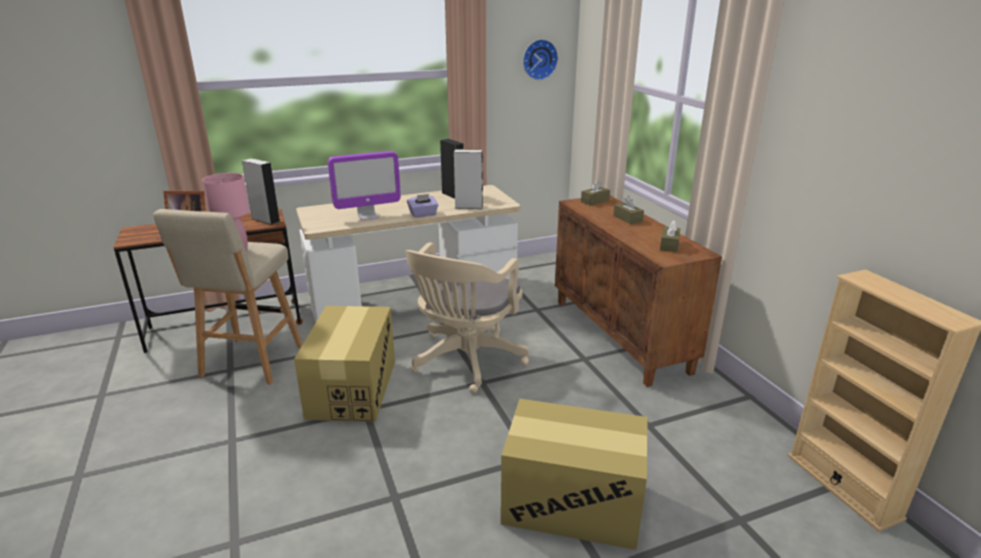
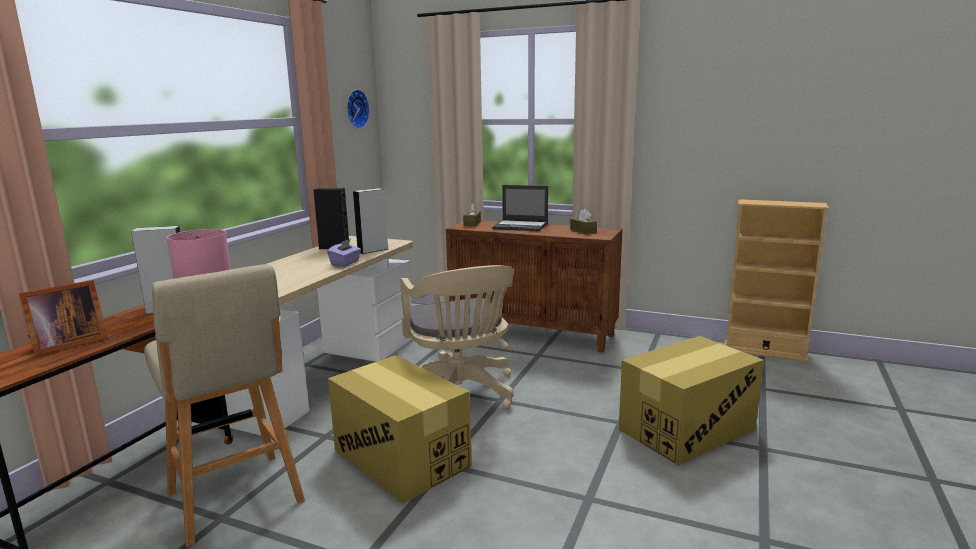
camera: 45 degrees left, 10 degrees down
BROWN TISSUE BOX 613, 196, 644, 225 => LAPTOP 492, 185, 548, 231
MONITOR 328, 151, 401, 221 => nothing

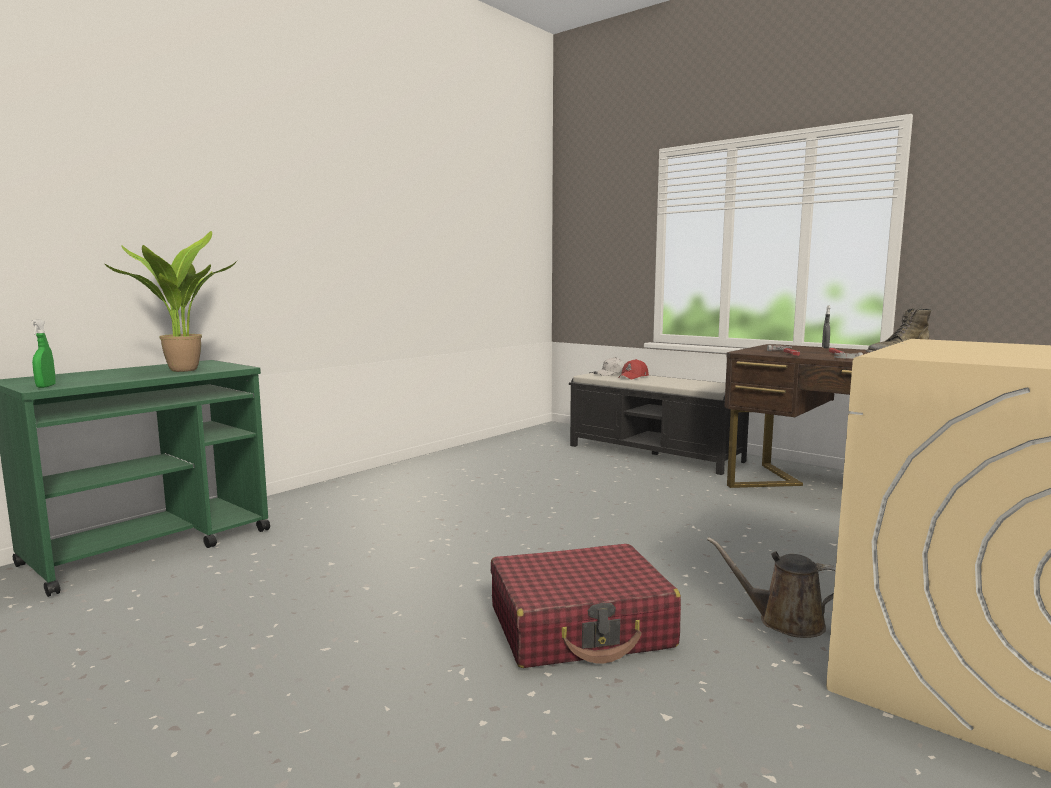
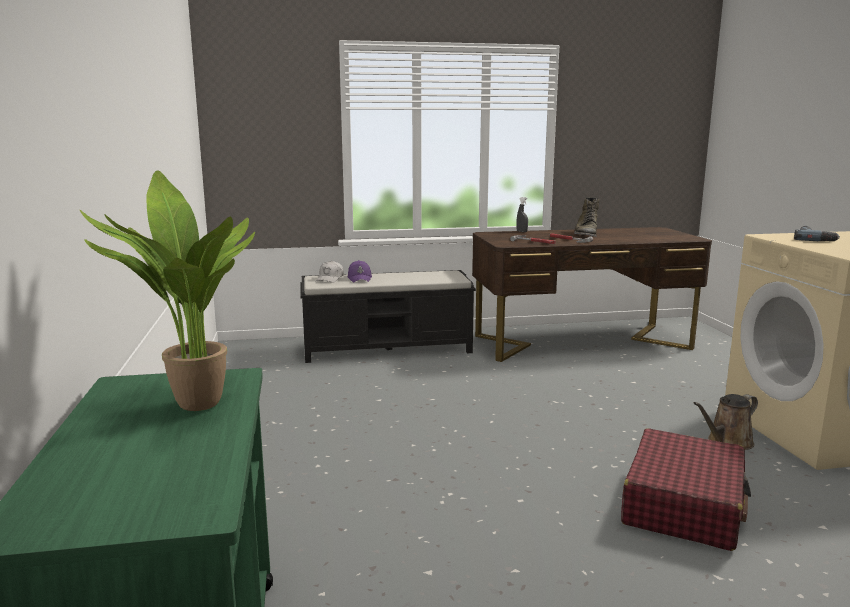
camera: 50 degrees left, 5 degrees up
RED CAP 619, 359, 649, 379 => PURPLE CAP 348, 260, 372, 283
nothing => ELECTRIC DRILL 794, 226, 840, 241
GREENISH SPRAYER 31, 319, 56, 388 => nothing

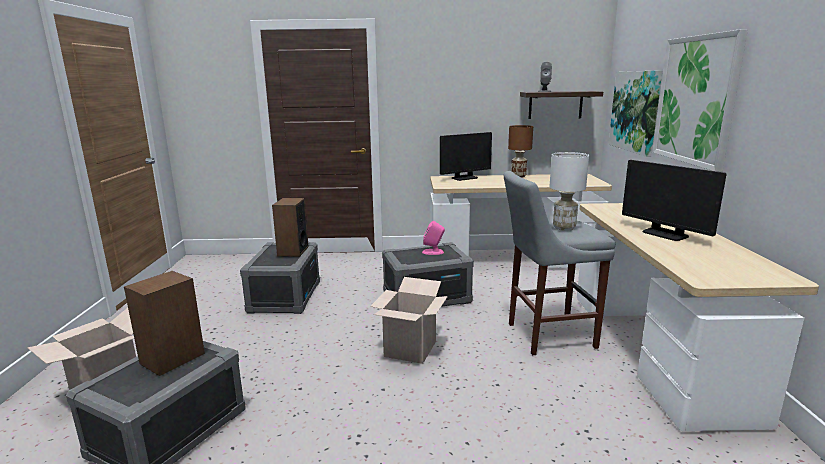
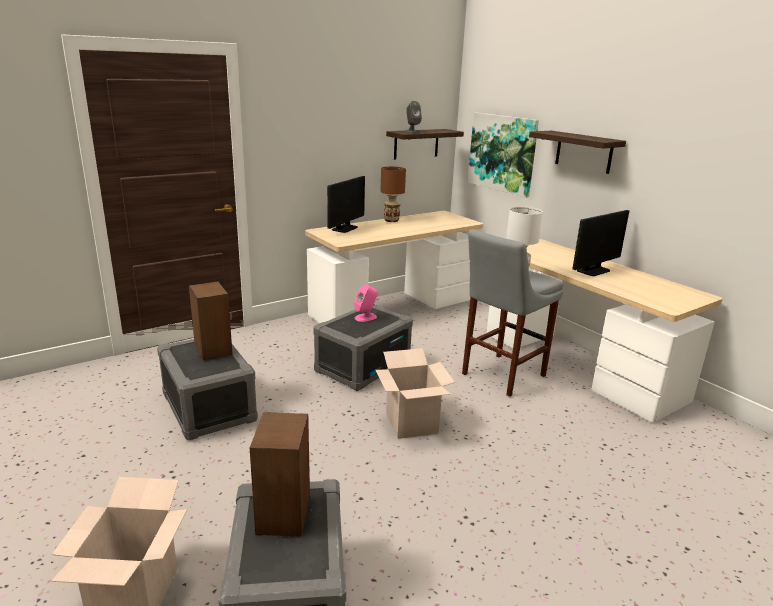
camera: 35 degrees left, 5 degrees up
PICTURE 653, 29, 748, 172 => WALL SHELF 529, 131, 626, 174
MONITOR 622, 160, 726, 241 => MONITOR 572, 210, 629, 276, 60 degrees counterclockwise

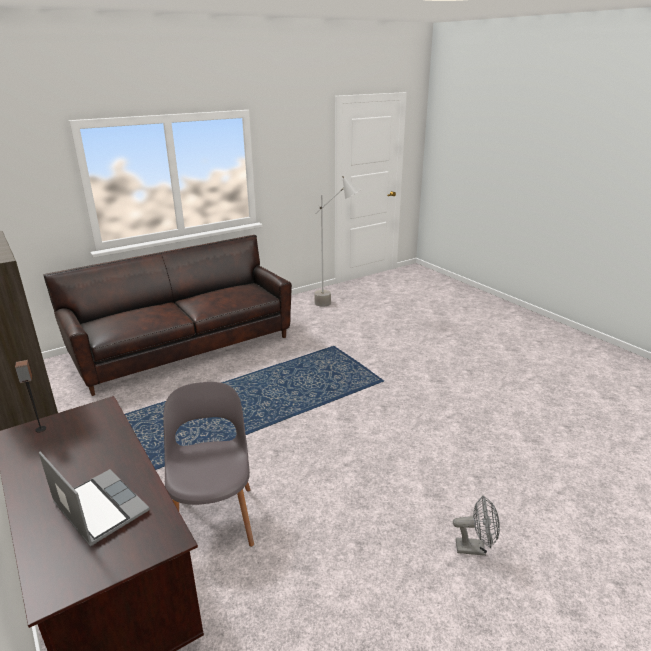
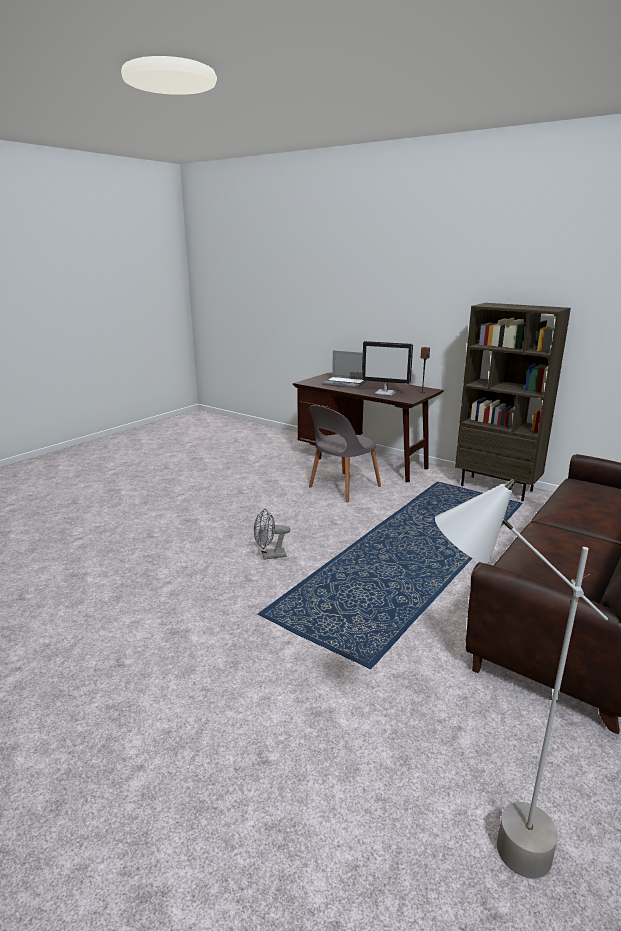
camera: 160 degrees right, 5 degrees down
GREY FAN 453, 496, 500, 556 => GREY FAN 254, 508, 290, 560, relocated
GREY PLAIN CHAIR 163, 382, 254, 547 => GREY PLAIN CHAIR 309, 405, 381, 502, 75 degrees clockwise
nothing => MONITOR 362, 341, 413, 396

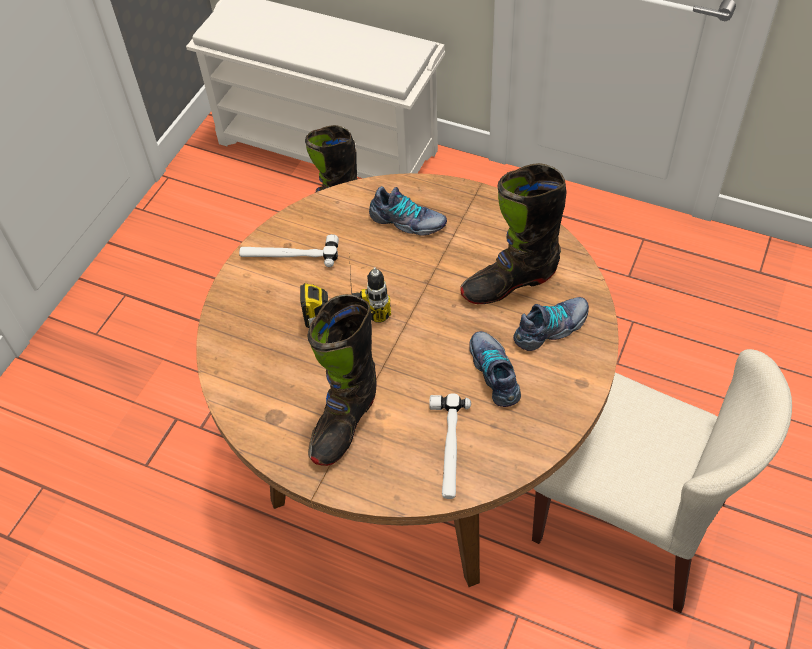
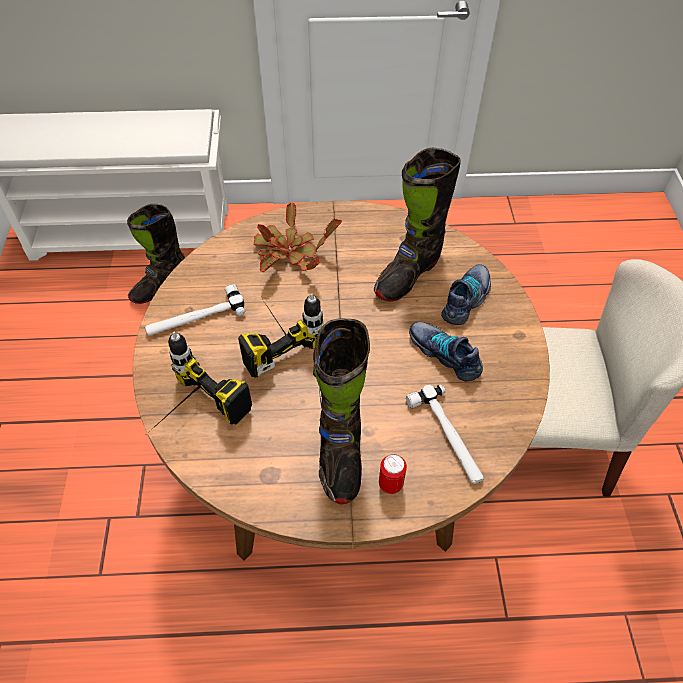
camera: 30 degrees left, 0 degrees up
nothing => ELECTRIC DRILL 150, 332, 252, 431
LOW SHOE 369, 186, 447, 235 => POTTED PLANT 254, 202, 342, 272
nothing => SEALED CAN 379, 454, 407, 494

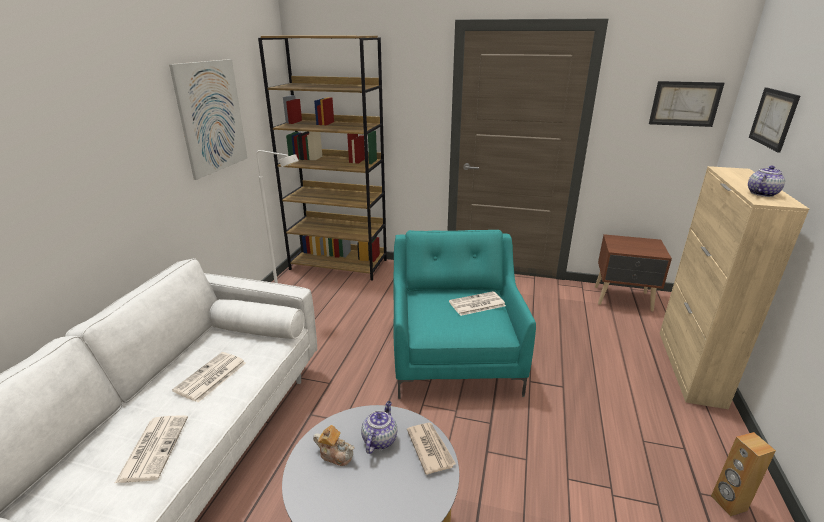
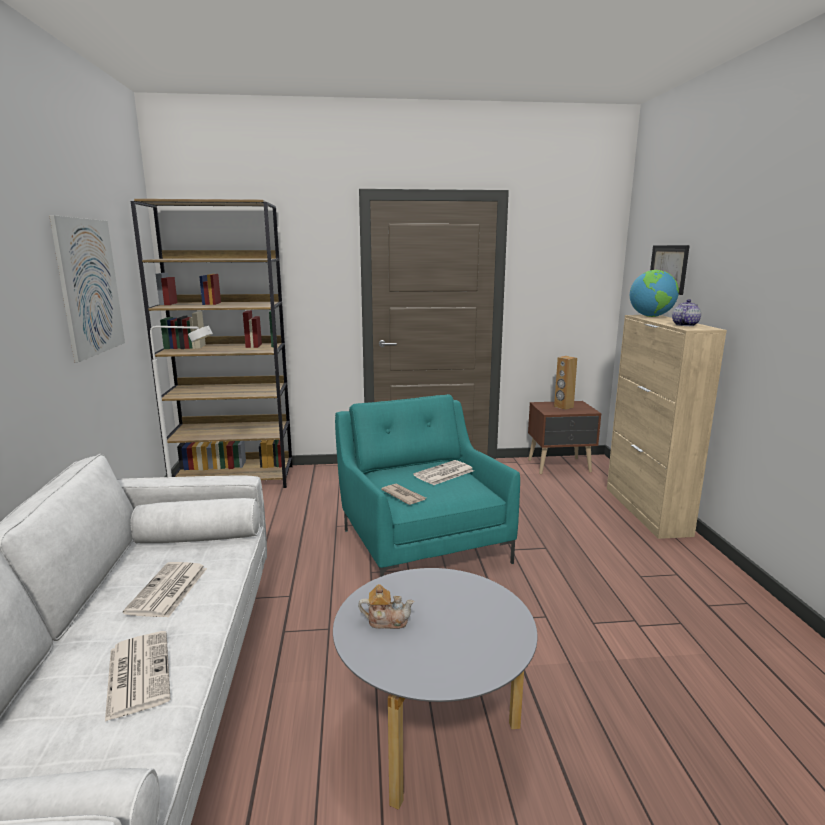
camera: 20 degrees left, 10 degrees down
PRINTED PAPER 407, 423, 456, 475 => PRINTED PAPER 381, 484, 426, 505, relocated
BROWN SPEAKER 711, 432, 776, 517 => BROWN SPEAKER 554, 356, 577, 410, relocated
nothing => GLOBE 630, 270, 679, 317
TEA POT 361, 401, 397, 454 => nothing
PICTURE 649, 81, 724, 127 => nothing

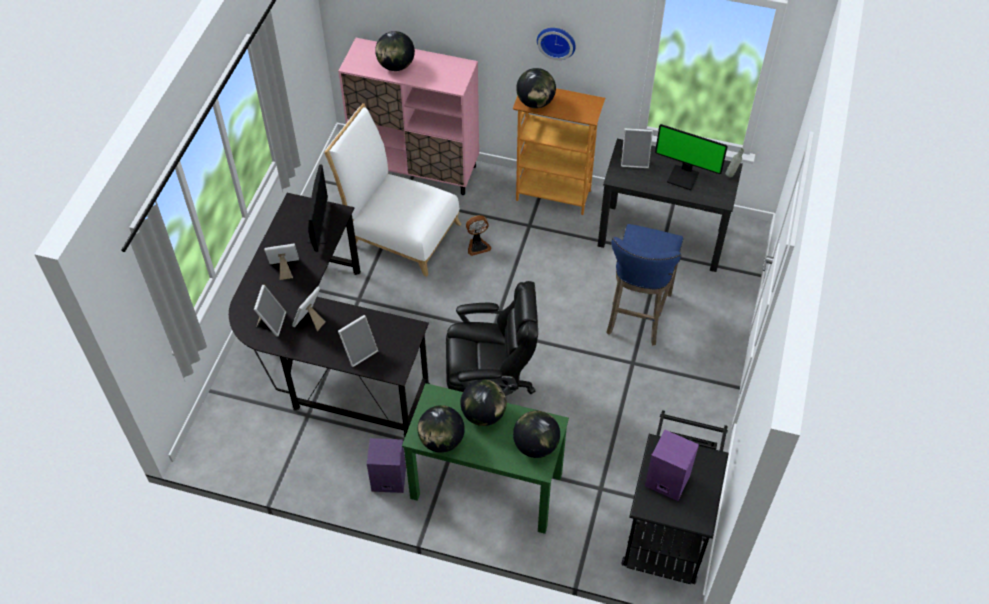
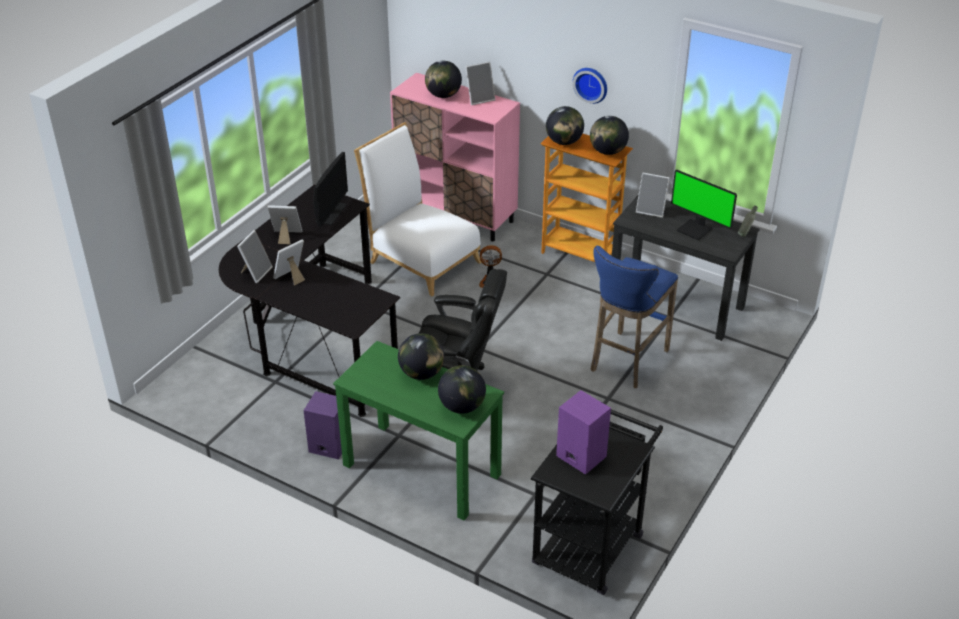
camera: 15 degrees right, 15 degrees down
PICTURE FRAME 338, 315, 378, 367 => PICTURE FRAME 465, 62, 495, 105, relocated
GLOBE 418, 405, 465, 453 => GLOBE 590, 116, 629, 155, relocated

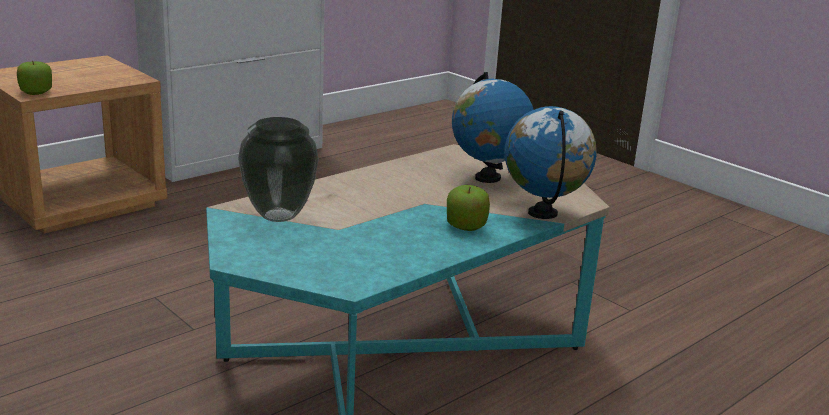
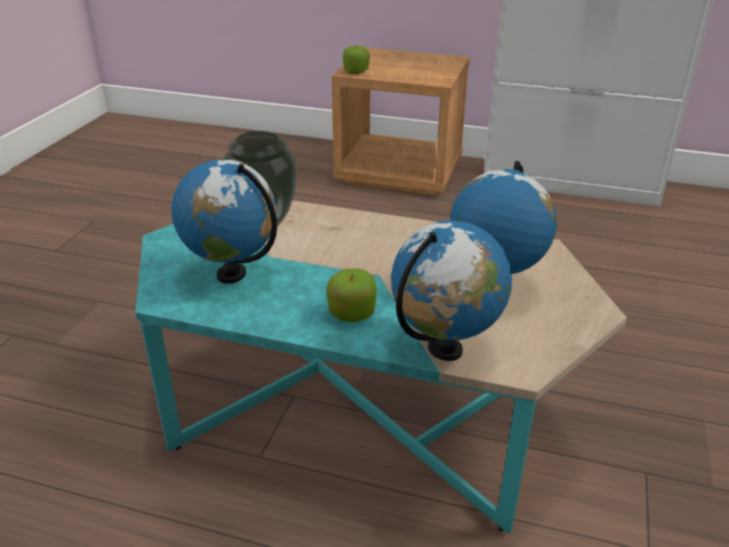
camera: 60 degrees right, 10 degrees up
nothing => GLOBE 171, 159, 277, 284

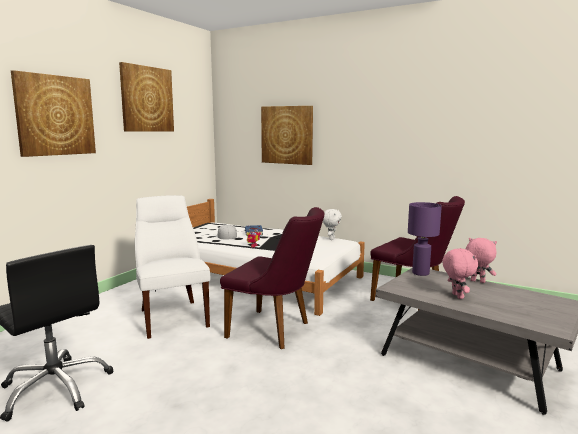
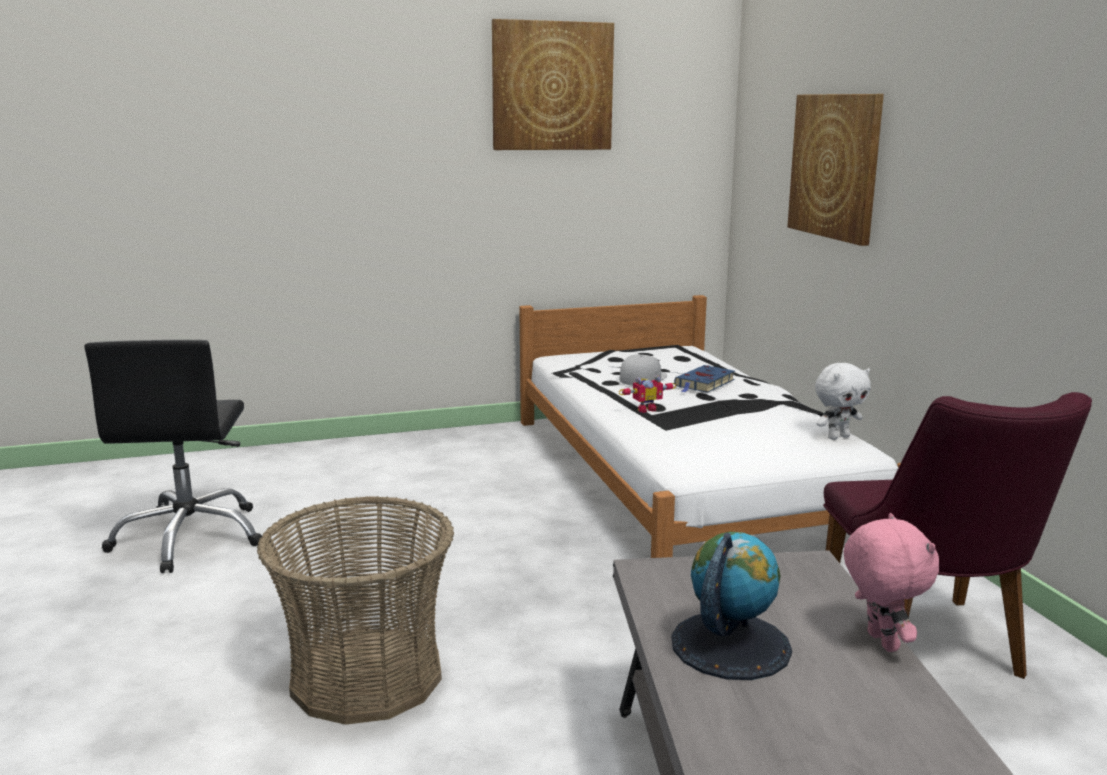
camera: 45 degrees right, 5 degrees up
nothing => STORAGE BASKET 257, 496, 454, 725
PINKISH SOFT TOY 442, 248, 478, 299 => GLOBE 671, 532, 792, 680
PICTURE 11, 70, 96, 157 => nothing
WHITE PLAIN CHAIR 135, 195, 210, 339 => nothing
PURPLE PLAIN CHAIR 220, 207, 324, 349 => nothing
PURPLE TABLE LAMP 408, 202, 442, 276 => nothing

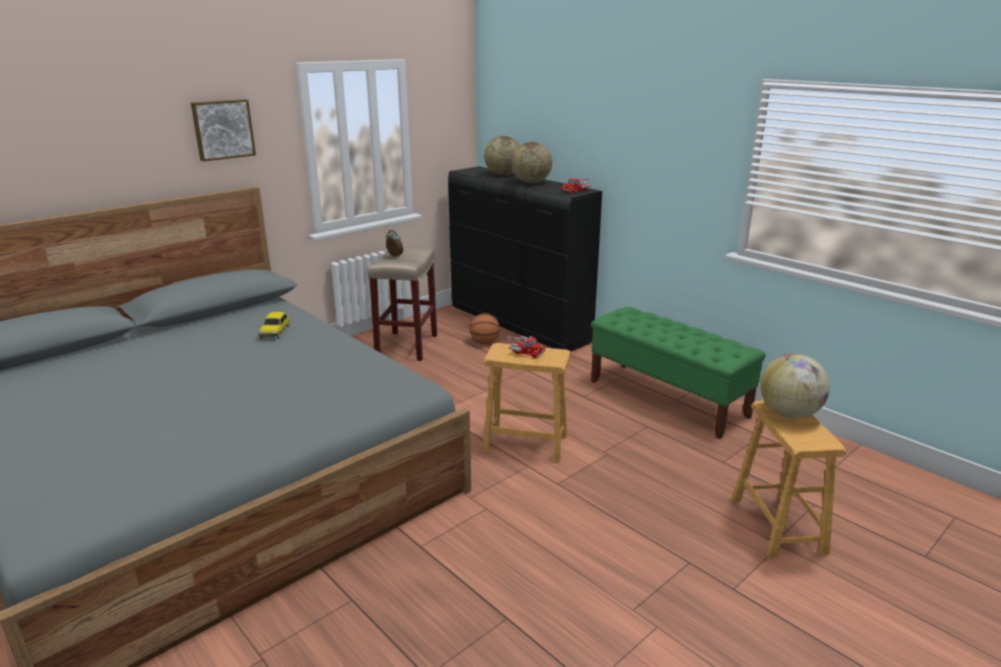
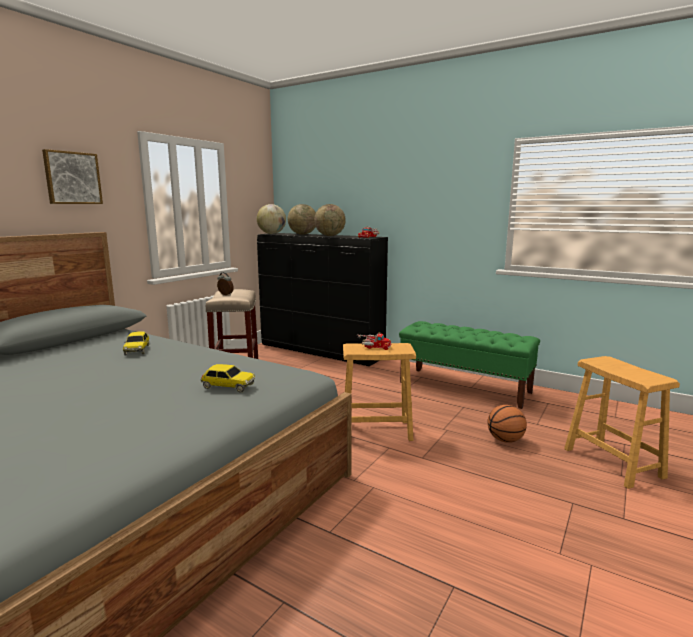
camera: 15 degrees left, 10 degrees down
nothing => MINIATURE CAR 200, 364, 255, 393
GLOBE 760, 354, 830, 418 => GLOBE 257, 204, 286, 234, relocated
BALL FOR BASKETBALL 469, 313, 500, 344 => BALL FOR BASKETBALL 487, 405, 527, 443, relocated

